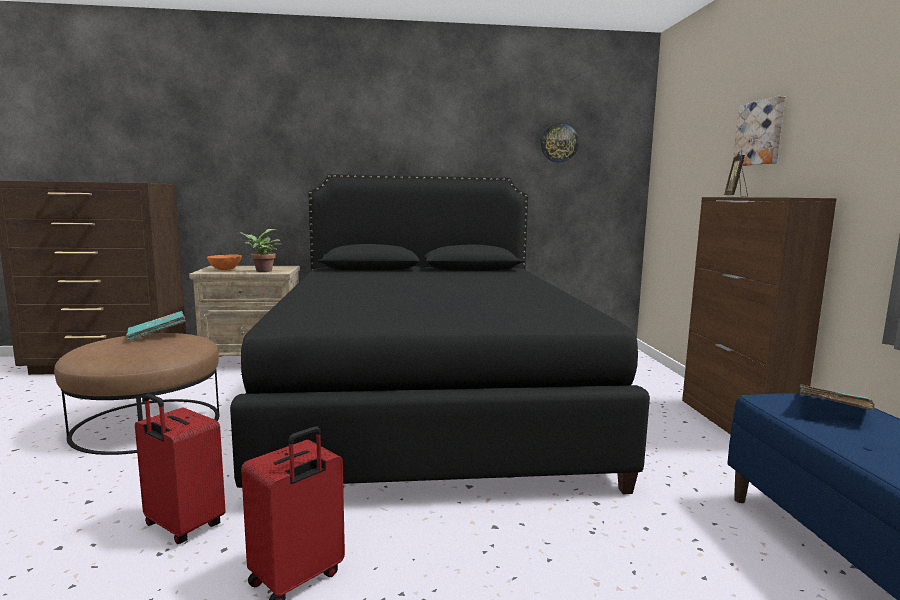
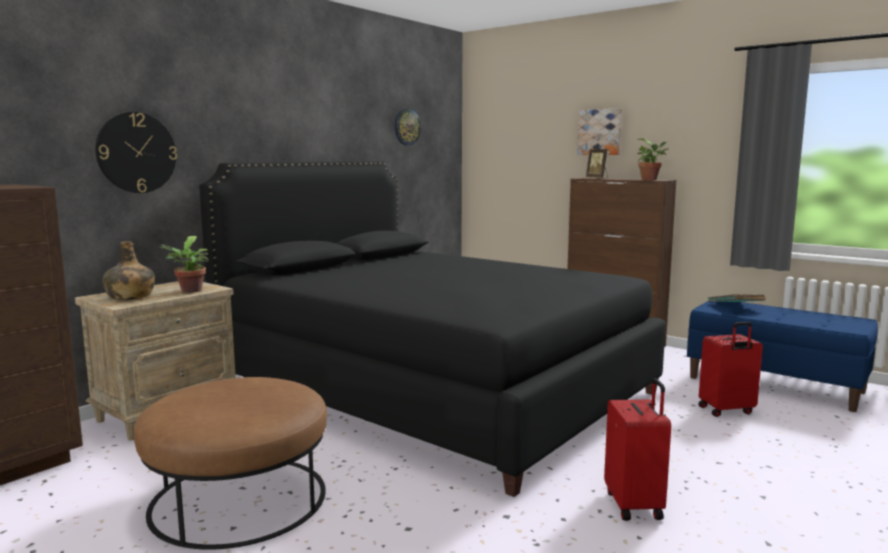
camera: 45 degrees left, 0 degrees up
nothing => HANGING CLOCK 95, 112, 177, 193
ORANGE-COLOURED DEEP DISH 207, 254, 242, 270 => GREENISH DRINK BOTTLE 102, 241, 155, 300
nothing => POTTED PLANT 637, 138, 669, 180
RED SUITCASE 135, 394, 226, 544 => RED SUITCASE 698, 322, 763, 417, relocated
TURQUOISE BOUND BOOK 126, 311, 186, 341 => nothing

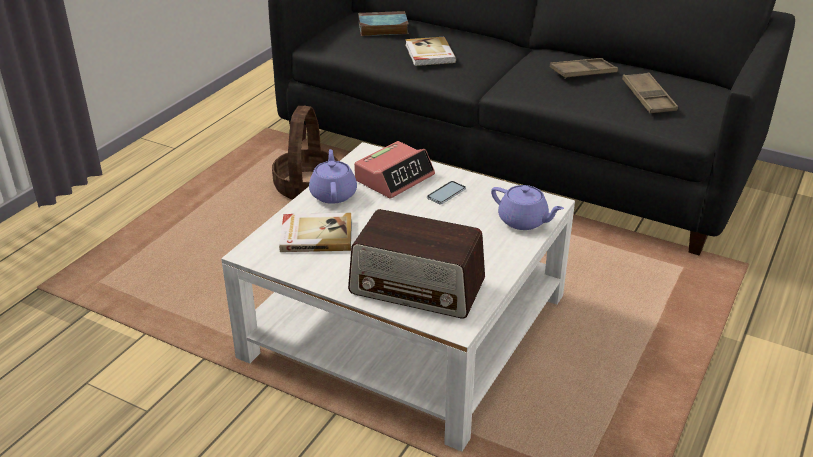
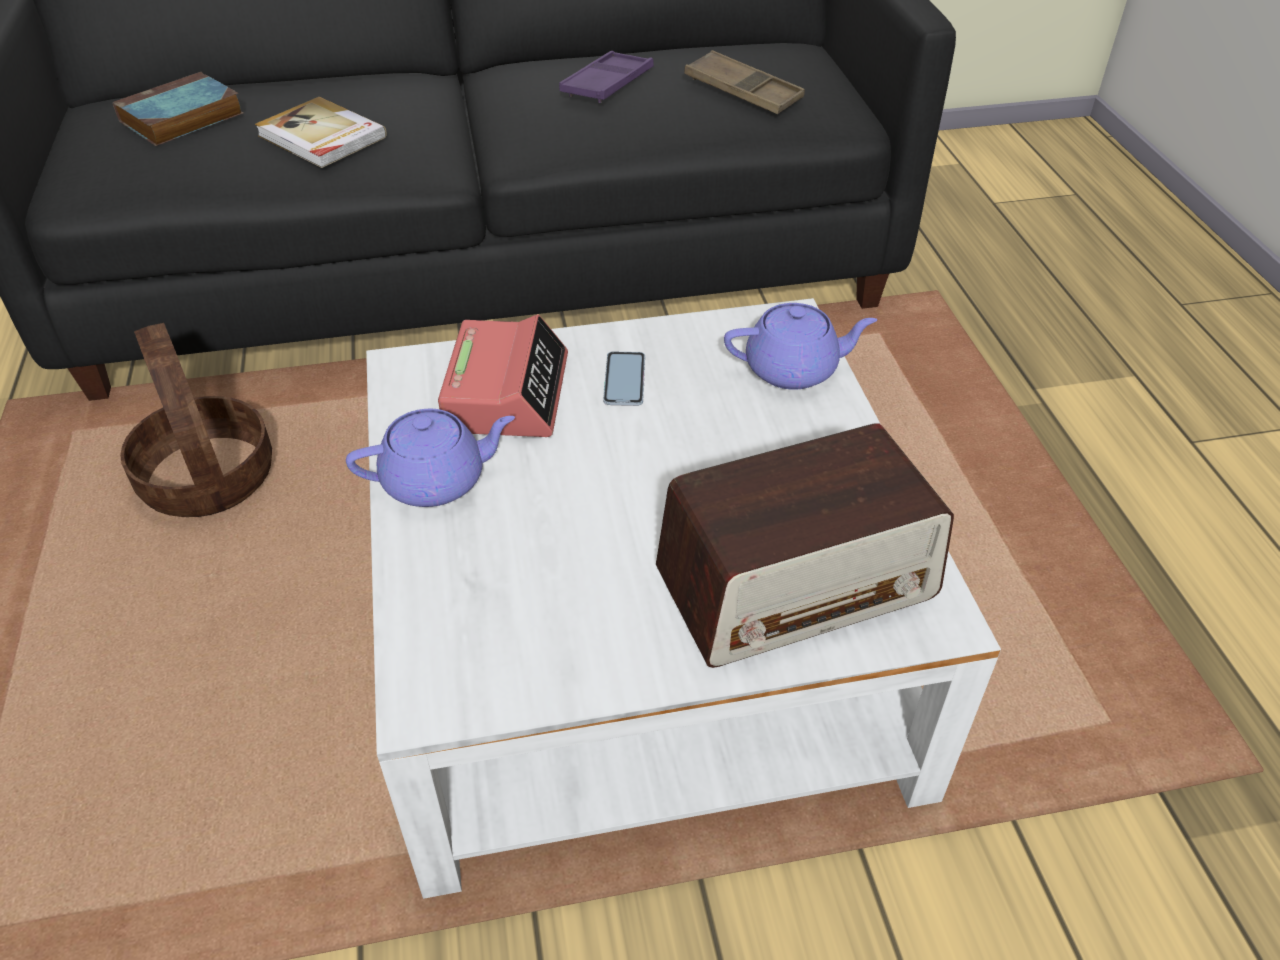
camera: 40 degrees left, 10 degrees up
PURPLE TEA POT 309, 149, 357, 204 => PURPLE TEA POT 346, 409, 515, 507, 120 degrees clockwise
BROWN TRAY 550, 58, 618, 79 => PURPLE TRAY 559, 51, 654, 103
BOUND BOOK 279, 213, 352, 252 => nothing

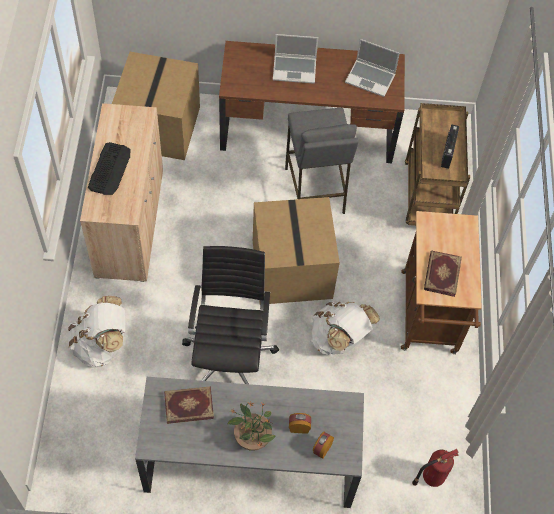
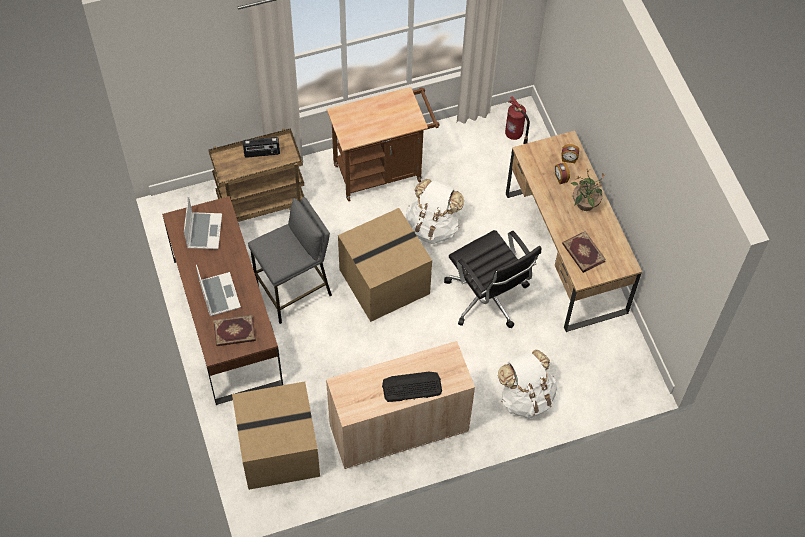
camera: 110 degrees left, 0 degrees up
BOUND BOOK 424, 251, 462, 297 => BOUND BOOK 213, 315, 256, 346, relocated
BLACK OFFICE CHAIR 182, 246, 279, 384 => BLACK OFFICE CHAIR 444, 230, 541, 328, 105 degrees counterclockwise
GREY DESK UNIT 135, 377, 364, 508 => BROWN DESK UNIT 506, 131, 642, 332

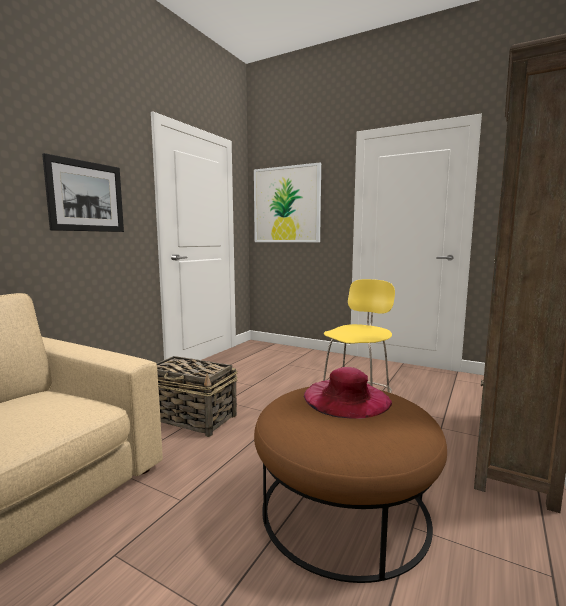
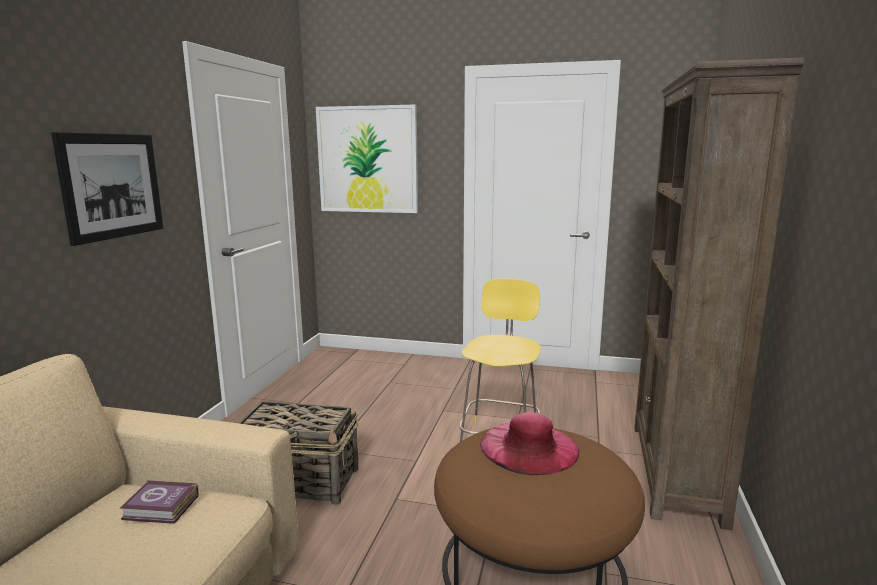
camera: 15 degrees left, 5 degrees up
nothing => BOUND BOOK 120, 480, 199, 524

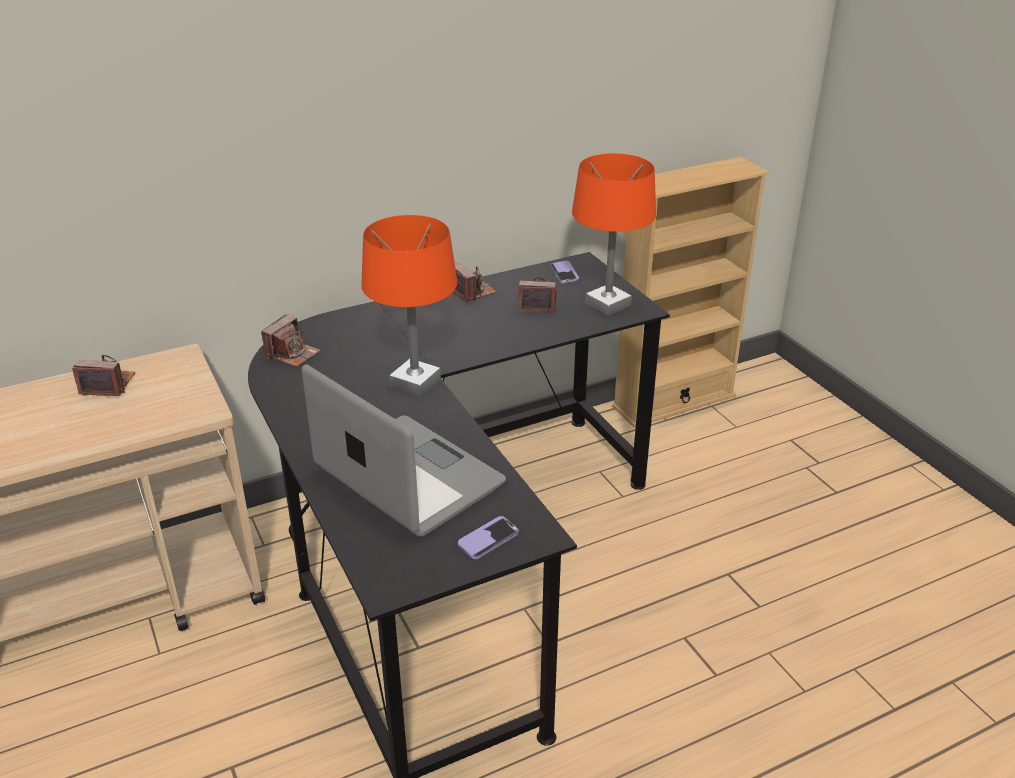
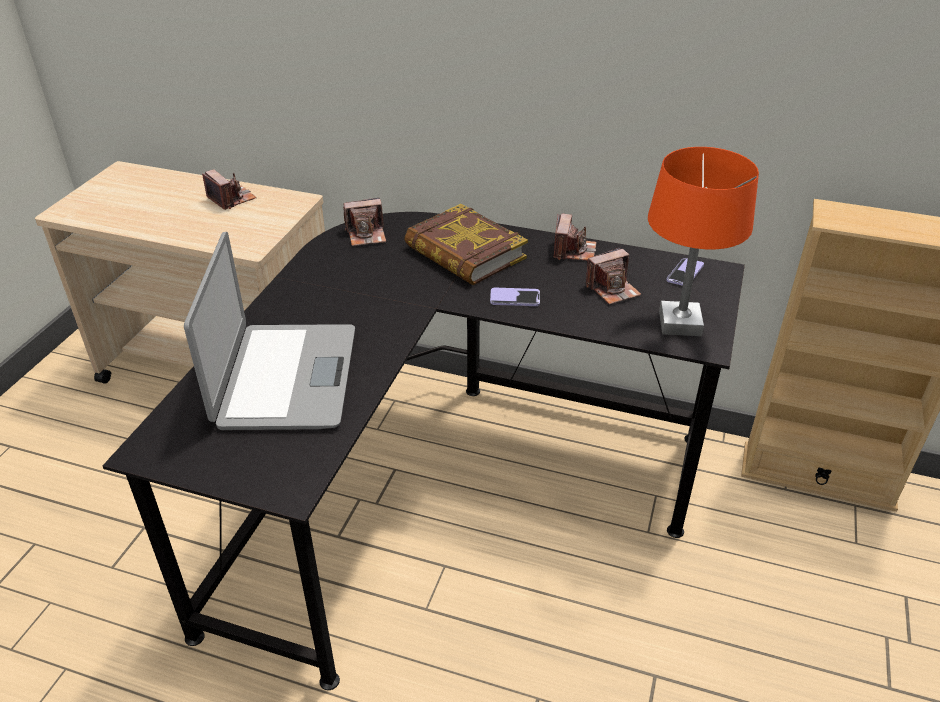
camera: 45 degrees right, 5 degrees up
nothing => BOUND BOOK 404, 204, 528, 285
HANDSET 458, 516, 519, 559 => HANDSET 490, 288, 540, 306, relocated
PHOTO CAMERA 518, 277, 557, 313 => PHOTO CAMERA 586, 247, 641, 305, 105 degrees clockwise
ORANGE-COLOURED TABLE LAMP 361, 215, 457, 396 => nothing

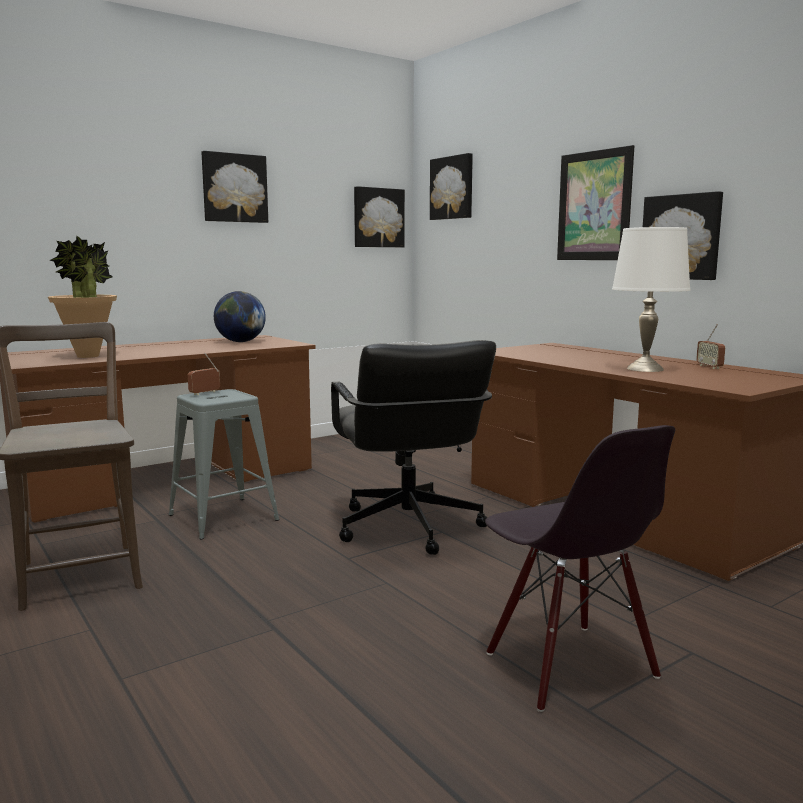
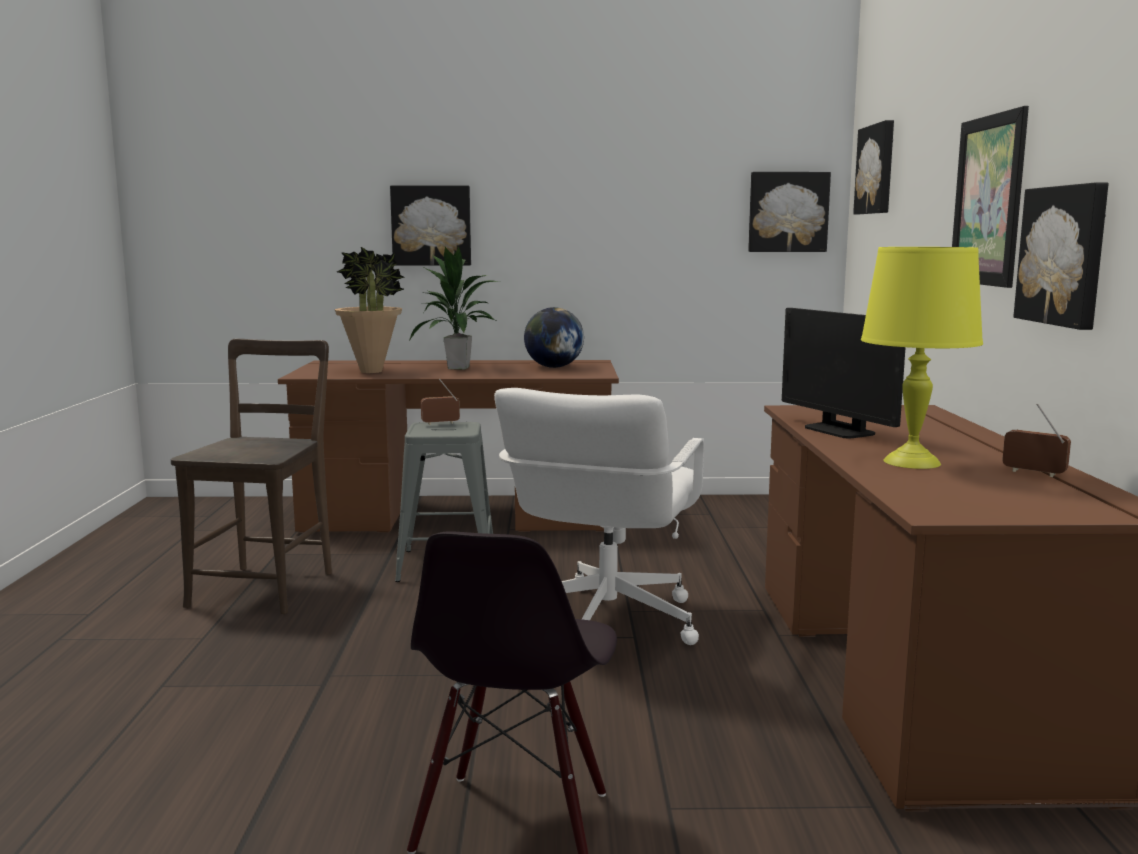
camera: 35 degrees right, 0 degrees up
PICTURE 201, 151, 268, 223 => PICTURE 390, 185, 471, 266, relocated
nothing => POTTED PLANT 409, 247, 501, 370
BLACK OFFICE CHAIR 331, 340, 496, 555 => WHITE OFFICE CHAIR 494, 388, 704, 645
nothing => MONITOR 782, 308, 906, 439
WHITE TABLE LAMP 612, 227, 690, 372 => YELLOW-COLOURED TABLE LAMP 861, 247, 983, 469
RADIO RECEIVER 696, 324, 725, 369 => RADIO RECEIVER 1002, 404, 1071, 477, 105 degrees clockwise

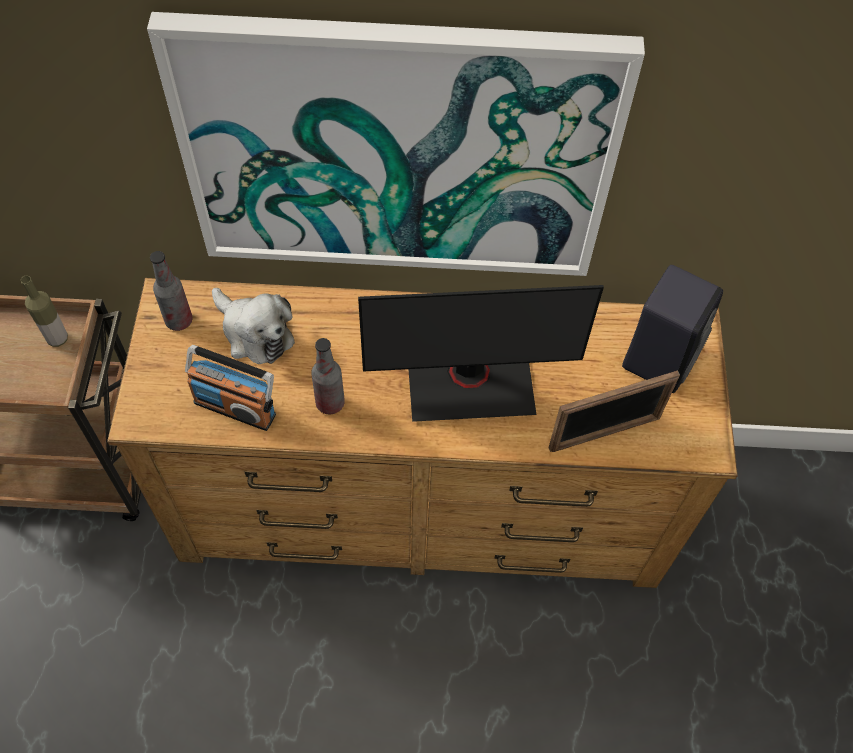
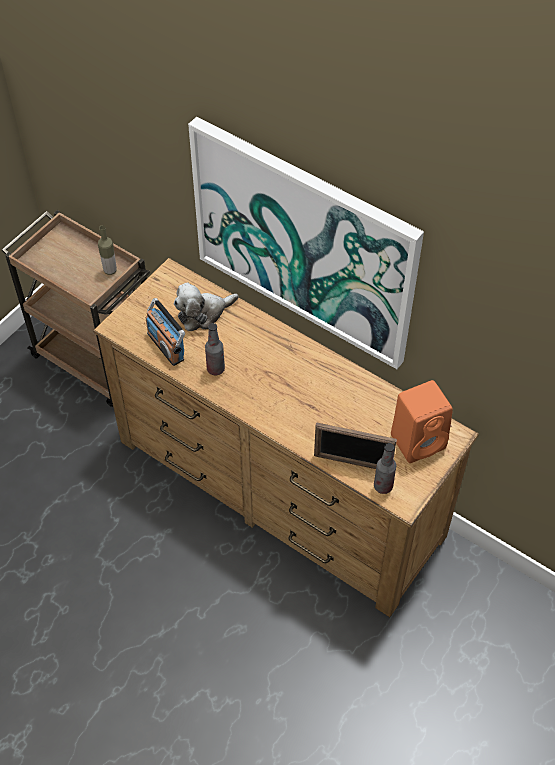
camera: 35 degrees right, 5 degrees down
SOFT TOY 212, 288, 295, 364 => SOFT TOY 174, 282, 239, 331, 75 degrees clockwise
DRINK BOTTLE 150, 251, 193, 331 => DRINK BOTTLE 374, 443, 396, 494, relocated
BLACK SPEAKER 622, 265, 723, 393 => ORANGE-COLOURED SPEAKER 391, 380, 453, 463
MONITOR 358, 285, 604, 422 => nothing

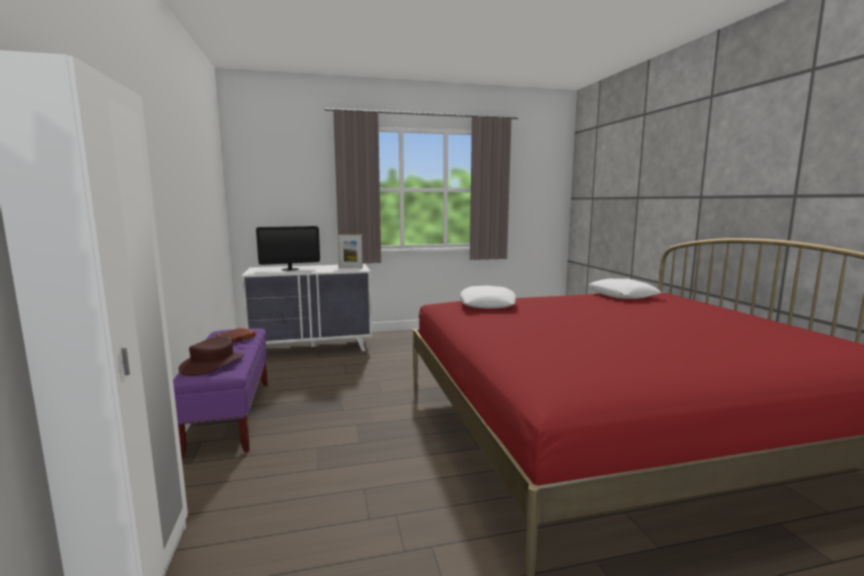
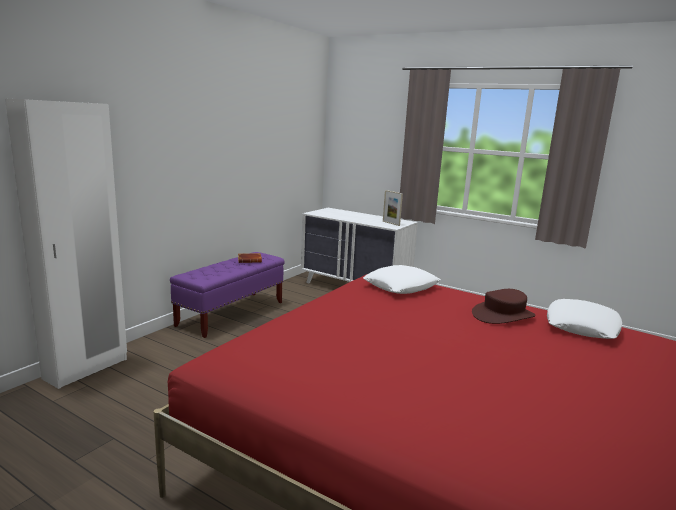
camera: 45 degrees right, 5 degrees up
BROWN HAT 178, 336, 244, 376 => BROWN HAT 472, 289, 535, 324, relocated
MONITOR 256, 226, 320, 271 => nothing

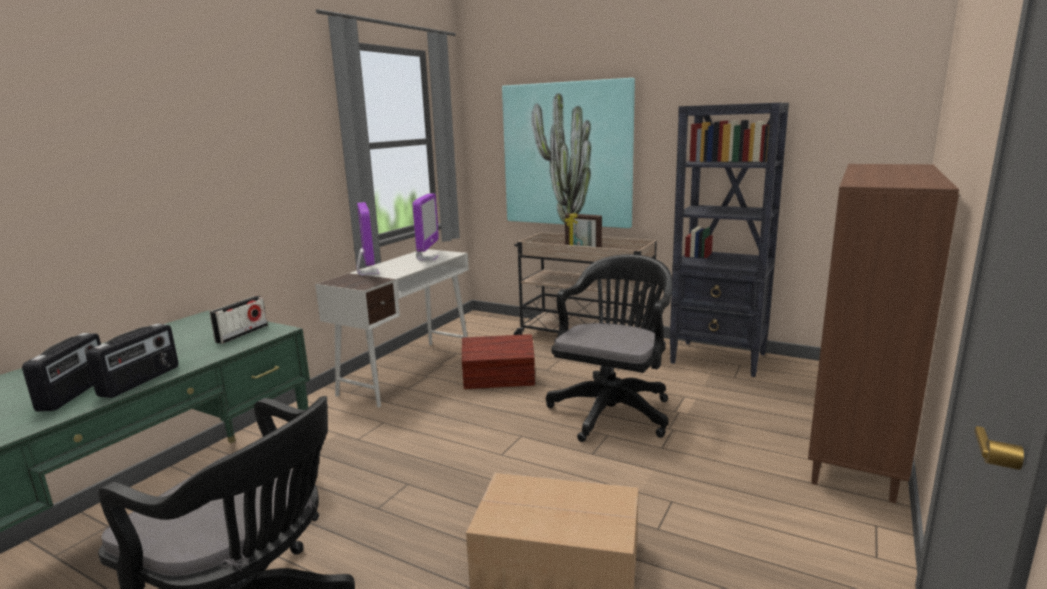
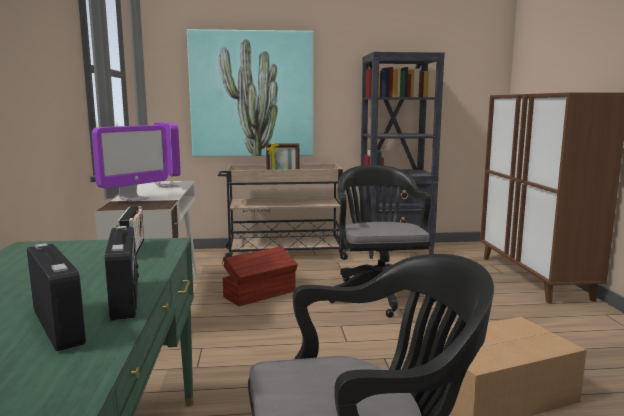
camera: 35 degrees left, 5 degrees down
MONITOR 357, 202, 379, 276 => MONITOR 92, 125, 168, 202, 90 degrees clockwise

